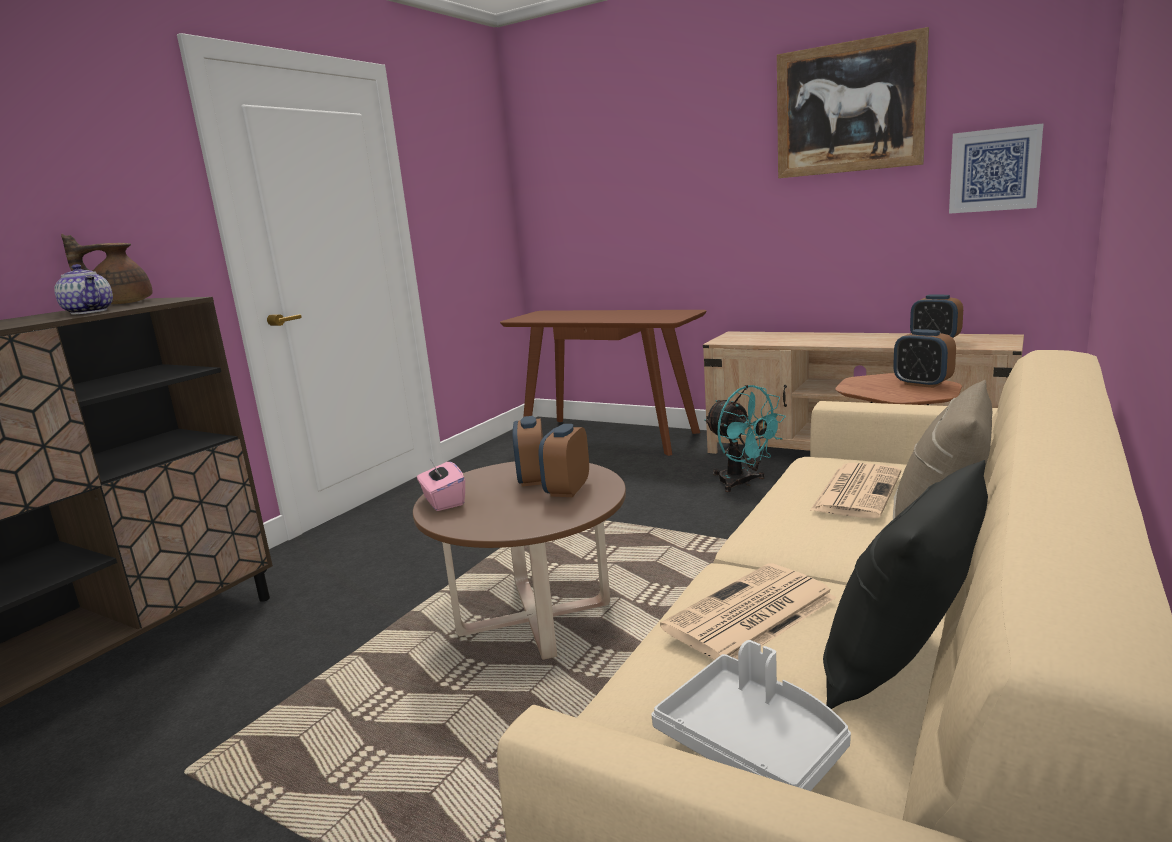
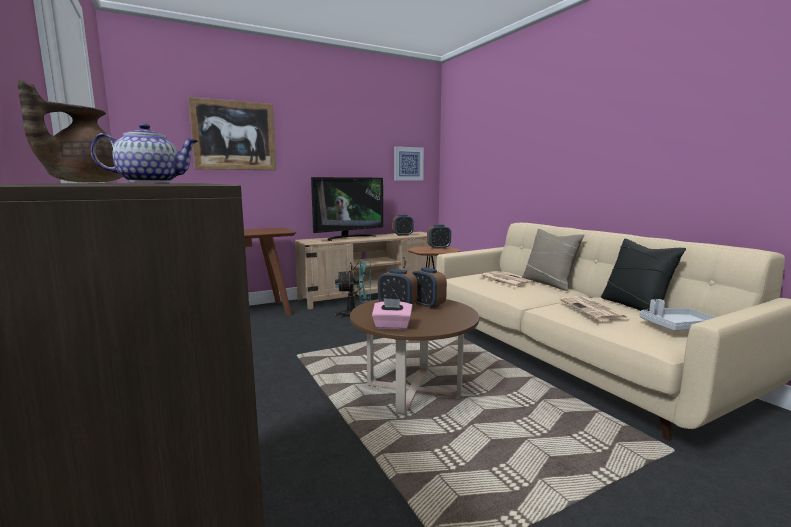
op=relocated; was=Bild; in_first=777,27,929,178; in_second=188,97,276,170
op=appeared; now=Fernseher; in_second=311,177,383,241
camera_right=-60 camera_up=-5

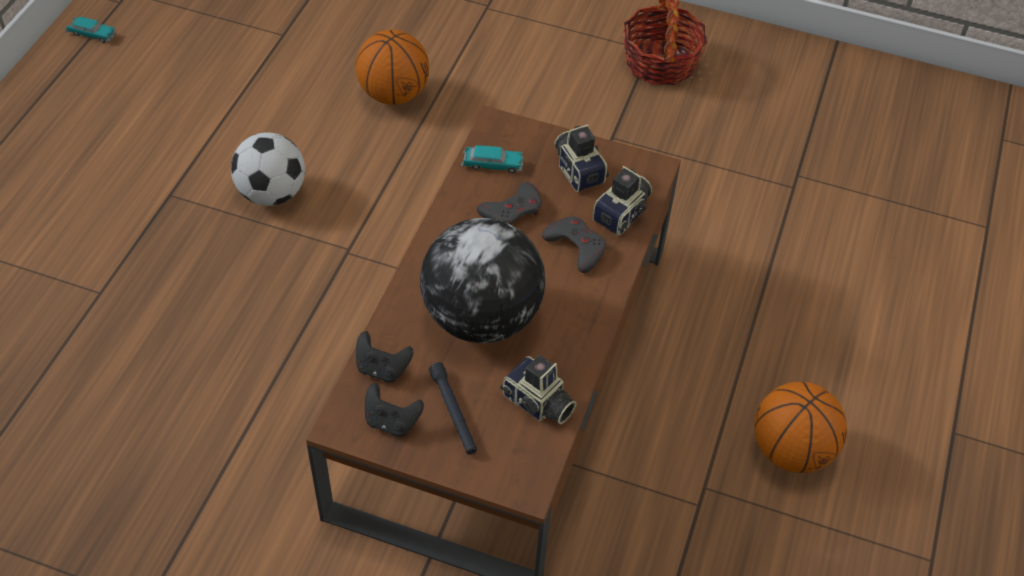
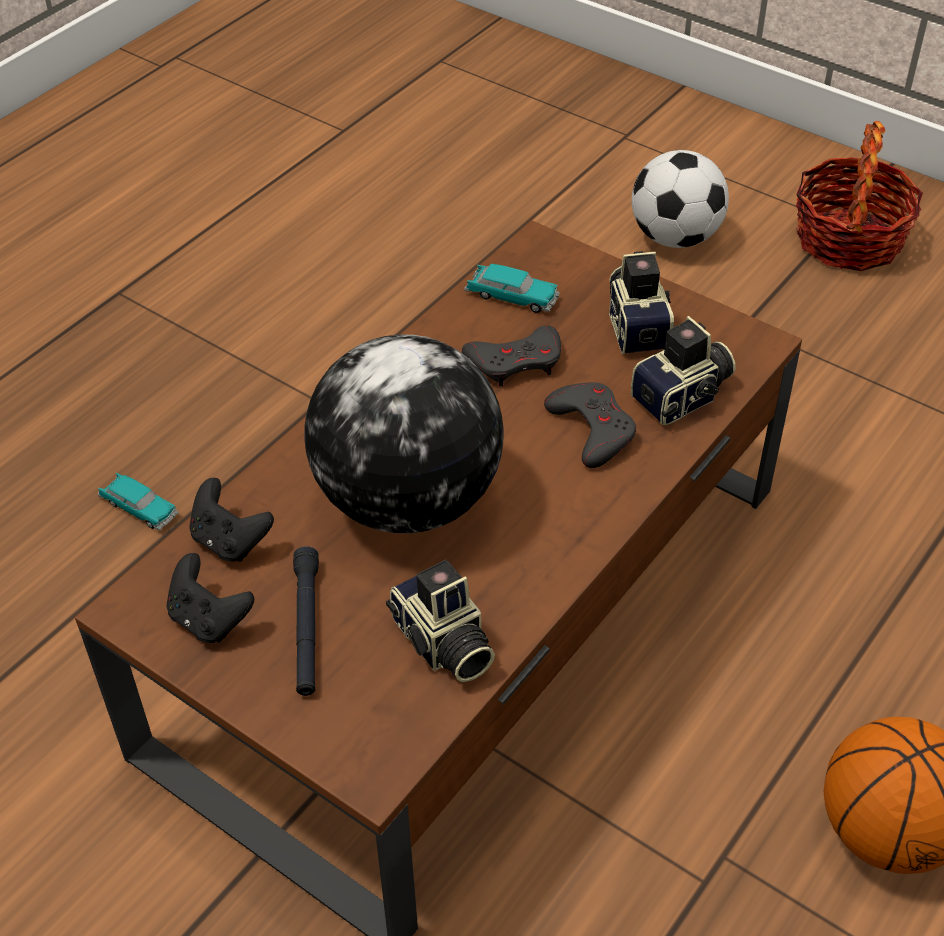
op=relocated; was=Spielzeugauto; in_first=66,17,117,43; in_second=97,473,179,530
op=missing; was=Basketball; in_first=356,30,429,105
op=relocated; was=Fußball; in_first=231,132,305,206; in_second=632,150,729,248
camera_right=20 camera_up=-5

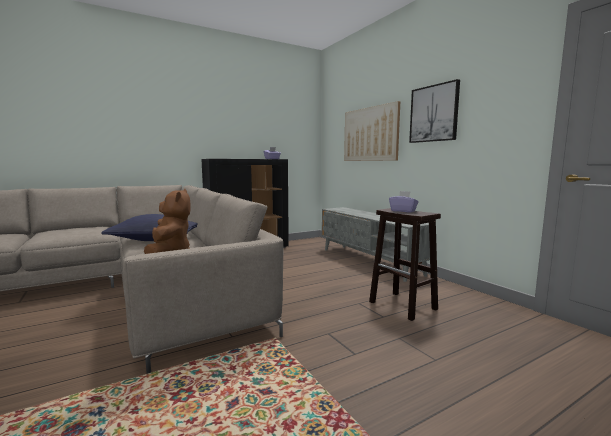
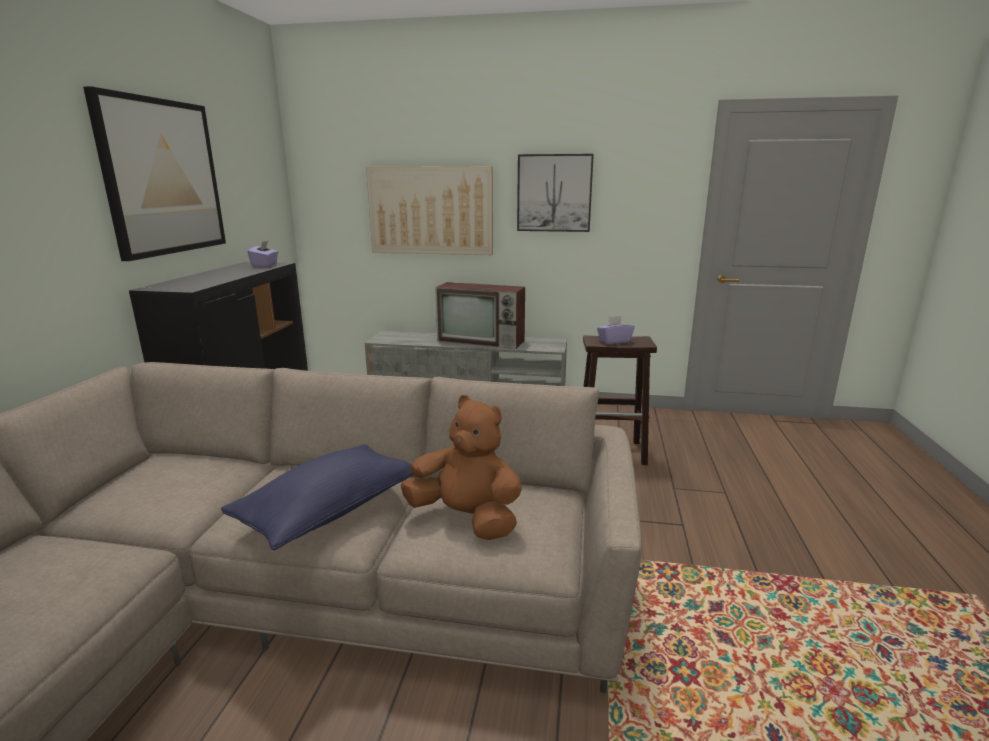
op=appeared; now=Bild; in_second=83,86,226,261
op=appeared; now=Fernseher; in_second=435,282,525,349
camera_right=-50 camera_up=10

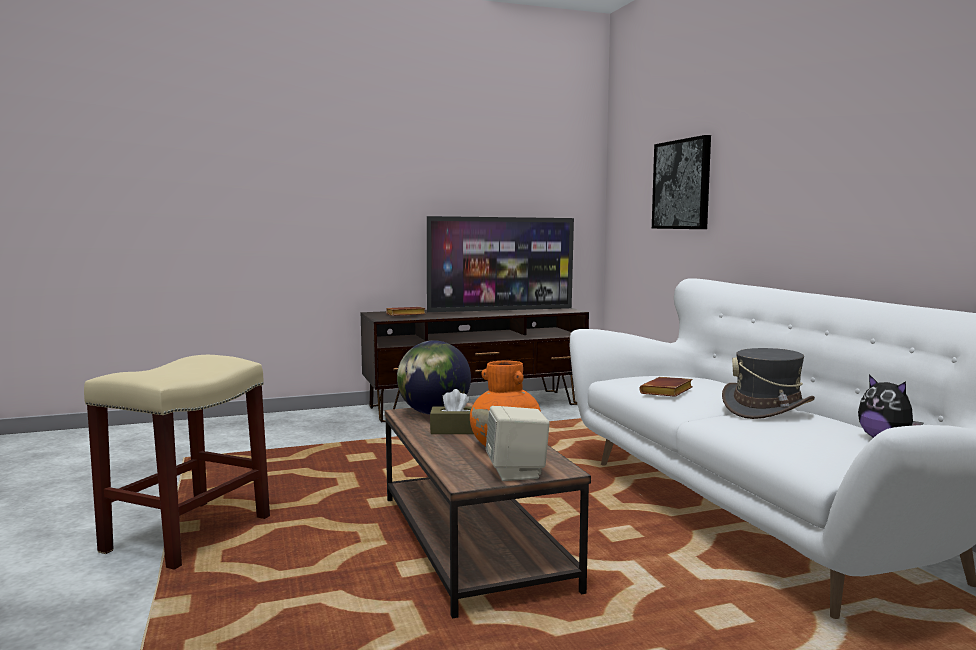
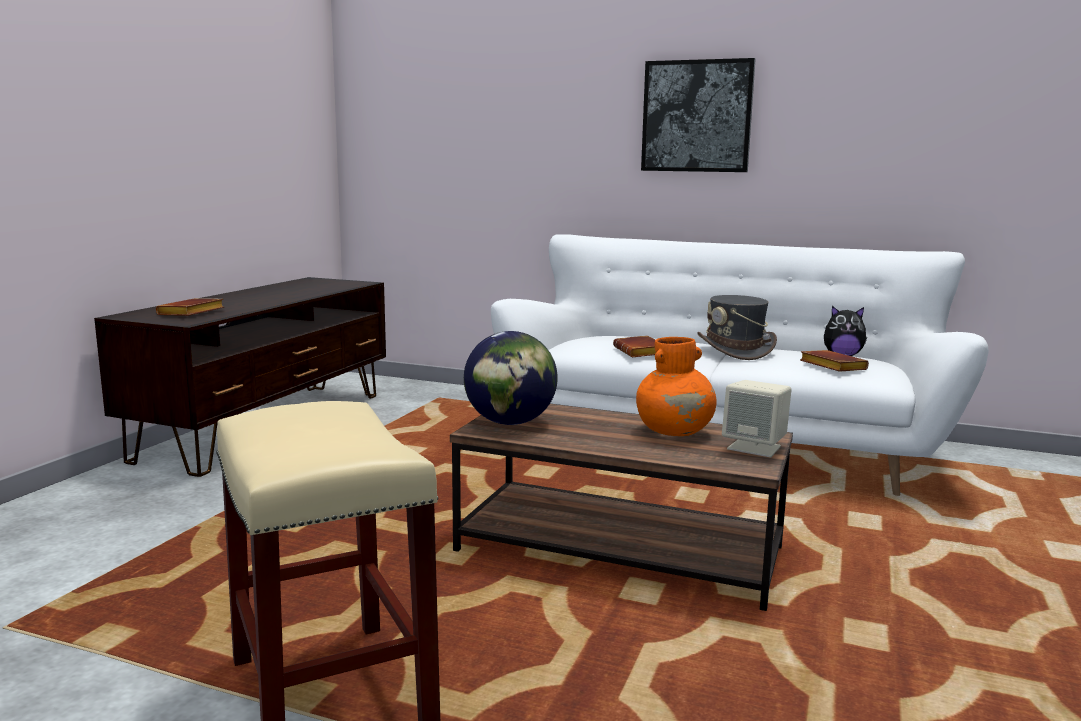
op=relocated; was=Bild; in_first=652,135,711,229; in_second=641,58,756,172
op=missing; was=Fernseher; in_first=427,216,574,312
op=missing; was=Taschentuchbox [braun]; in_first=430,389,474,434
op=appeared; now=Buch [braun]; in_second=800,350,869,372
camera_right=-50 camera_up=5

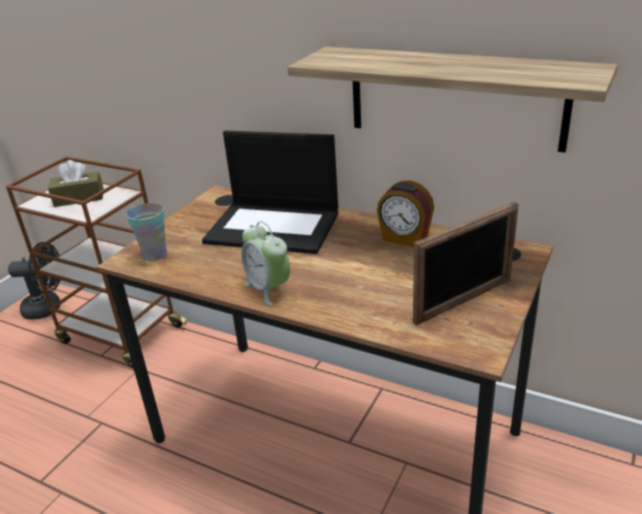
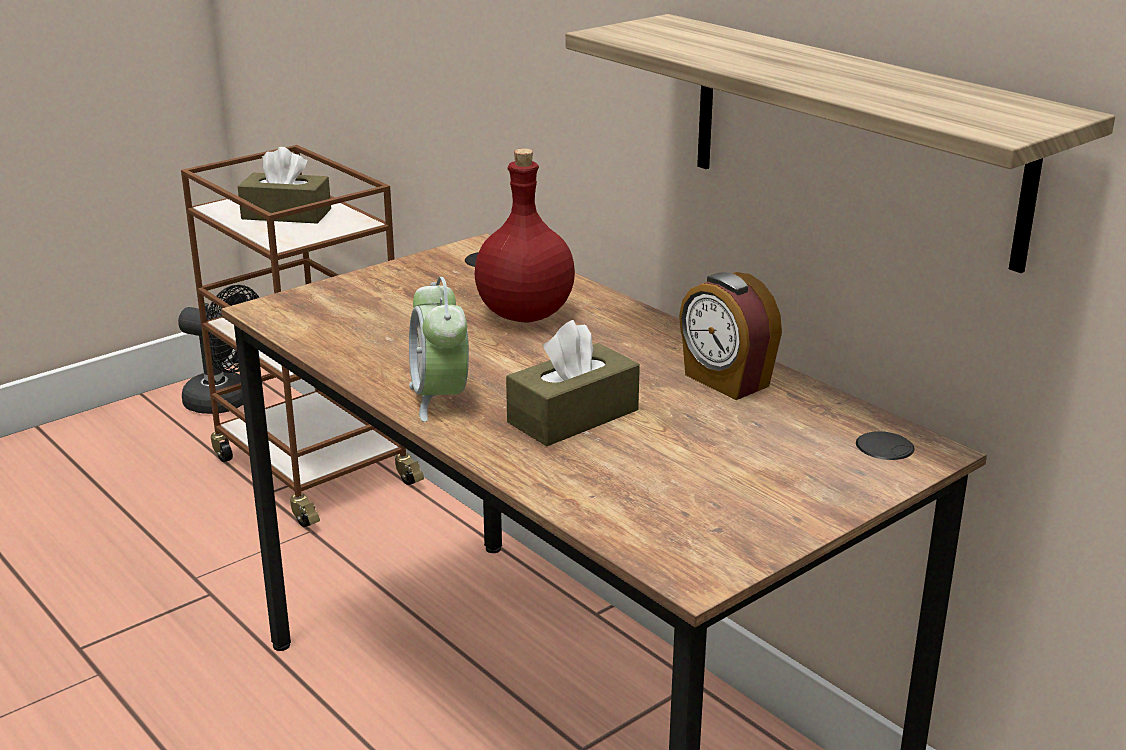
op=exchanged; was=Laptop; now=Flasche [rot]; in_first=202,130,338,254; in_second=475,148,575,323
op=missing; was=Bilderrahmen; in_first=413,202,518,325
op=missing; was=Tasse; in_first=126,203,167,261
op=appeared; now=Taschentuchbox [braun]; in_second=506,320,640,446
camera_right=20 camera_up=-5

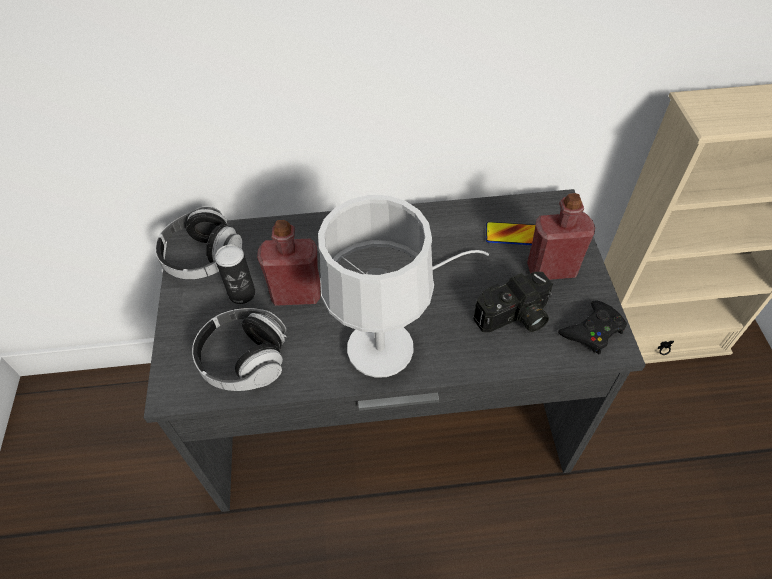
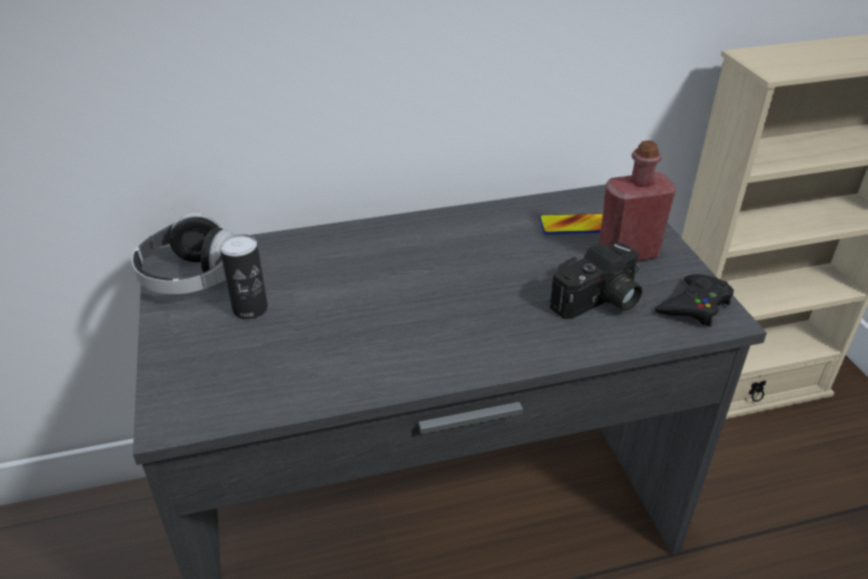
op=missing; was=Tischlampe [weiß]; in_first=318,195,489,378
op=missing; was=Flasche [rot]; in_first=257,220,321,306
op=missing; was=Kopfhörer; in_first=192,308,287,391
camera_right=-10 camera_up=-15

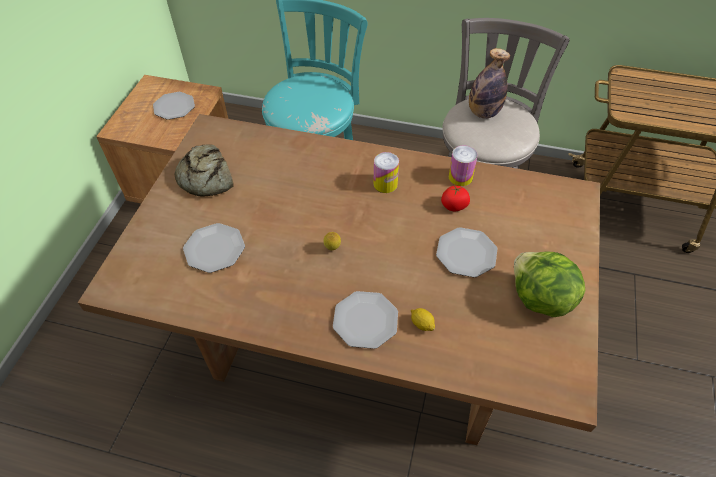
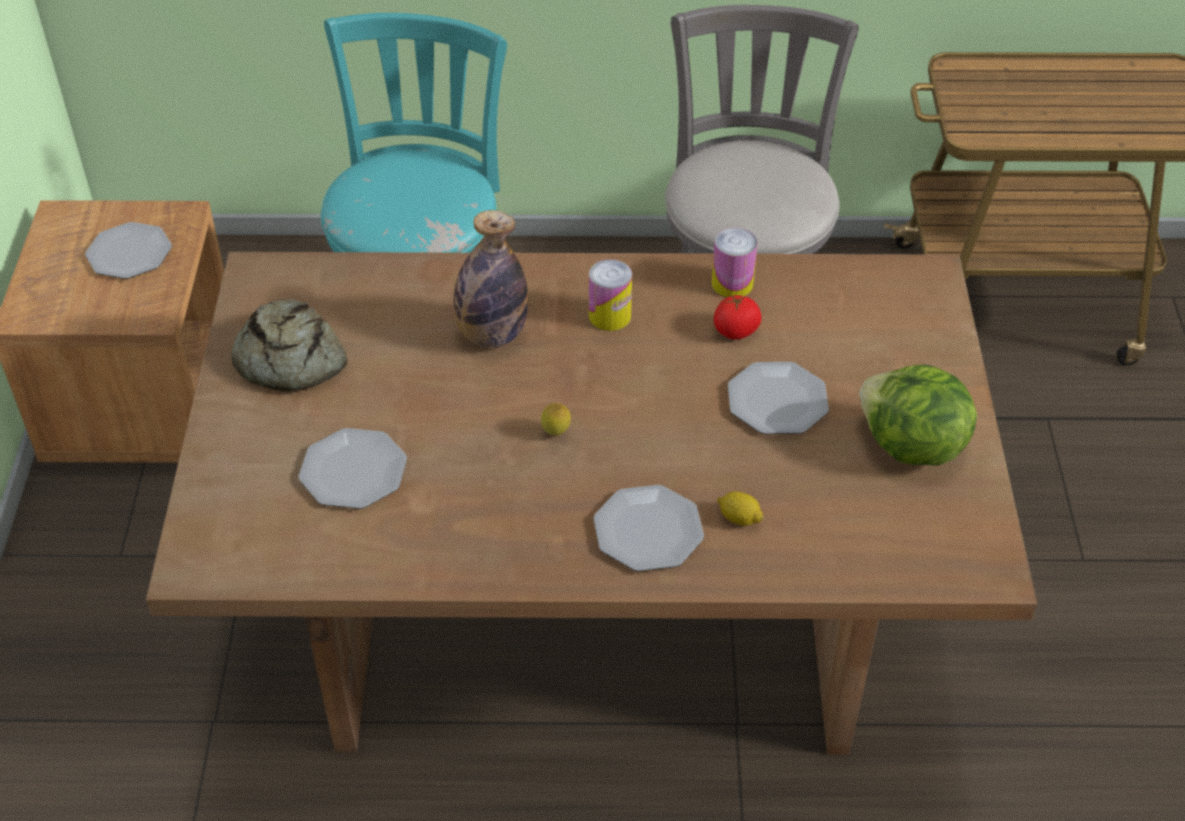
op=relocated; was=Flasche; in_first=469,48,510,119; in_second=454,210,528,348
camera_right=-15 camera_up=-5

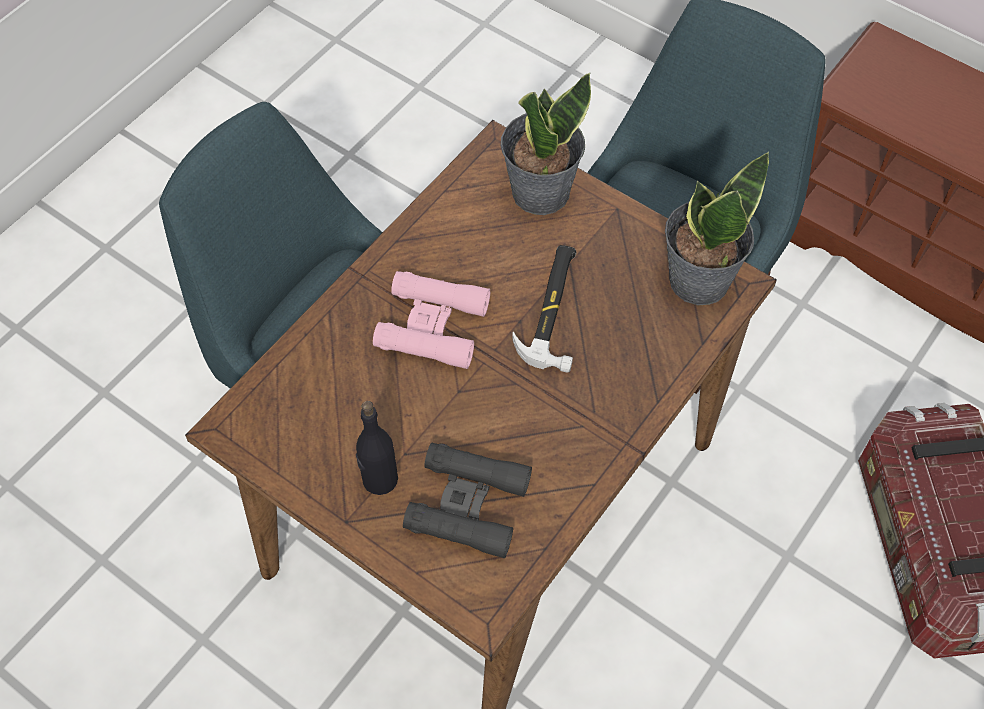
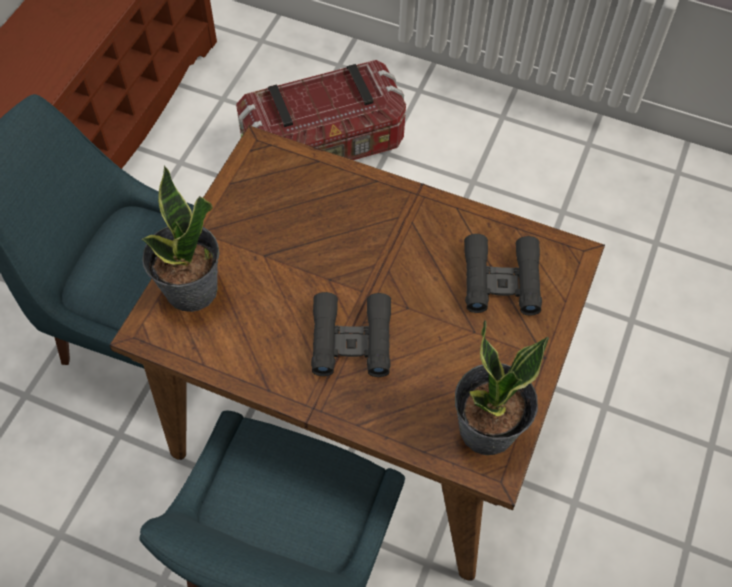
op=relocated; was=Topfpflanze; in_first=665,151,769,305; in_second=455,320,549,455
op=missing; was=Hammer; in_first=512,245,576,373
op=colour; was=Fernglas [rosa]; now=Fernglas [schwarz]; in_first=373,271,490,369; in_second=311,292,391,377
op=missing; was=Flasche [schwarz]; in_first=356,401,398,495
camera_right=-105 camera_up=0

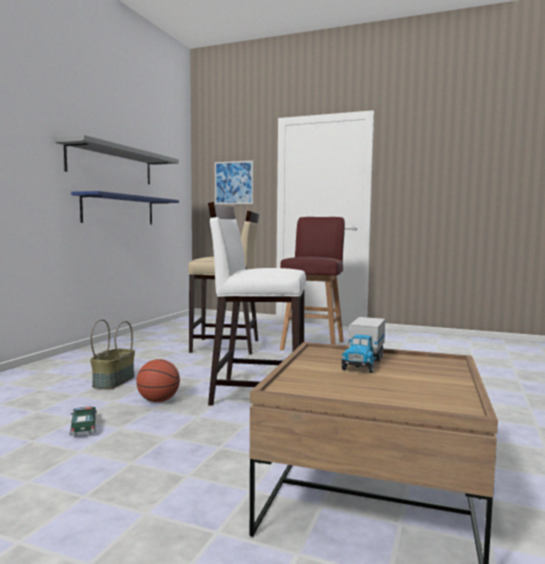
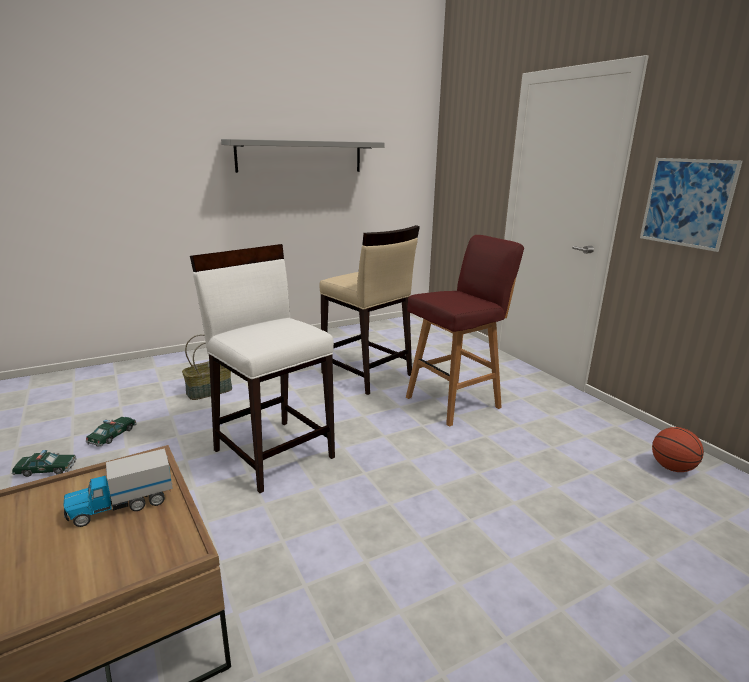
op=relocated; was=Bild; in_first=215,161,253,204; in_second=640,158,742,252
op=missing; was=Wandregal [blau]; in_first=71,191,179,225
op=relocated; was=Basketball; in_first=136,359,180,402; in_second=652,427,704,472
op=appeared; now=Spielzeugauto; in_second=12,450,77,477
camera_right=40 camera_up=15

